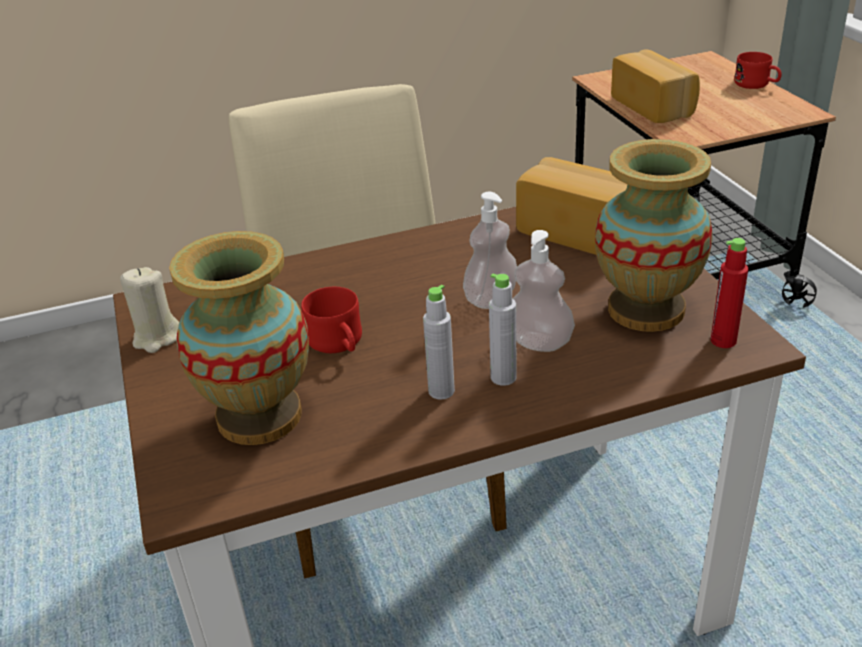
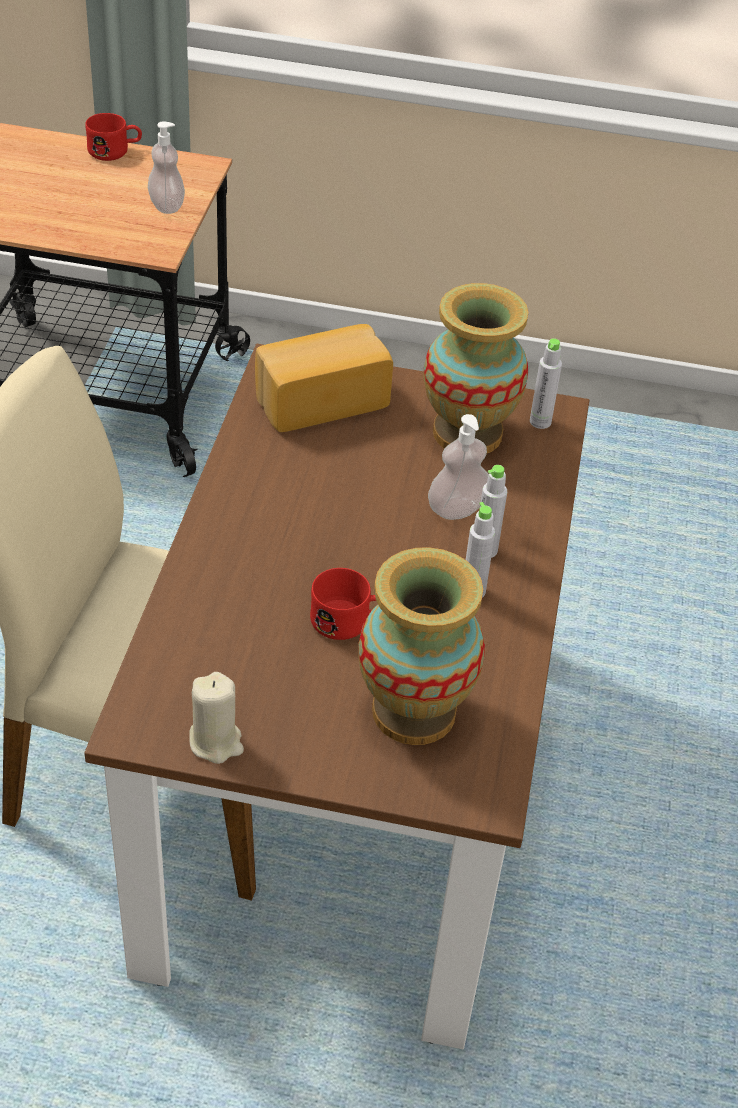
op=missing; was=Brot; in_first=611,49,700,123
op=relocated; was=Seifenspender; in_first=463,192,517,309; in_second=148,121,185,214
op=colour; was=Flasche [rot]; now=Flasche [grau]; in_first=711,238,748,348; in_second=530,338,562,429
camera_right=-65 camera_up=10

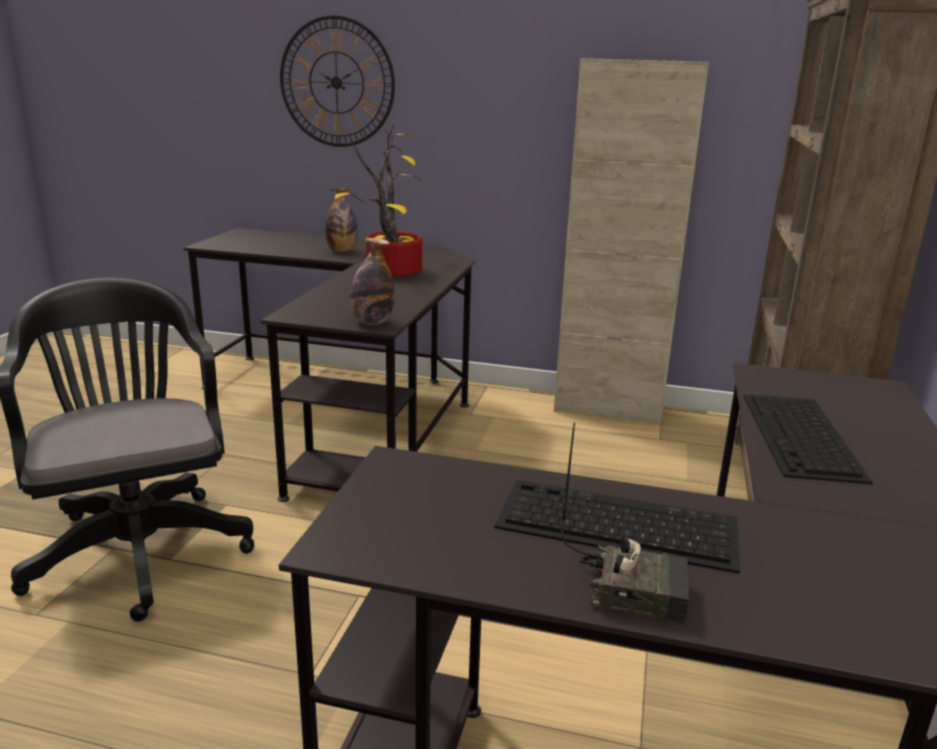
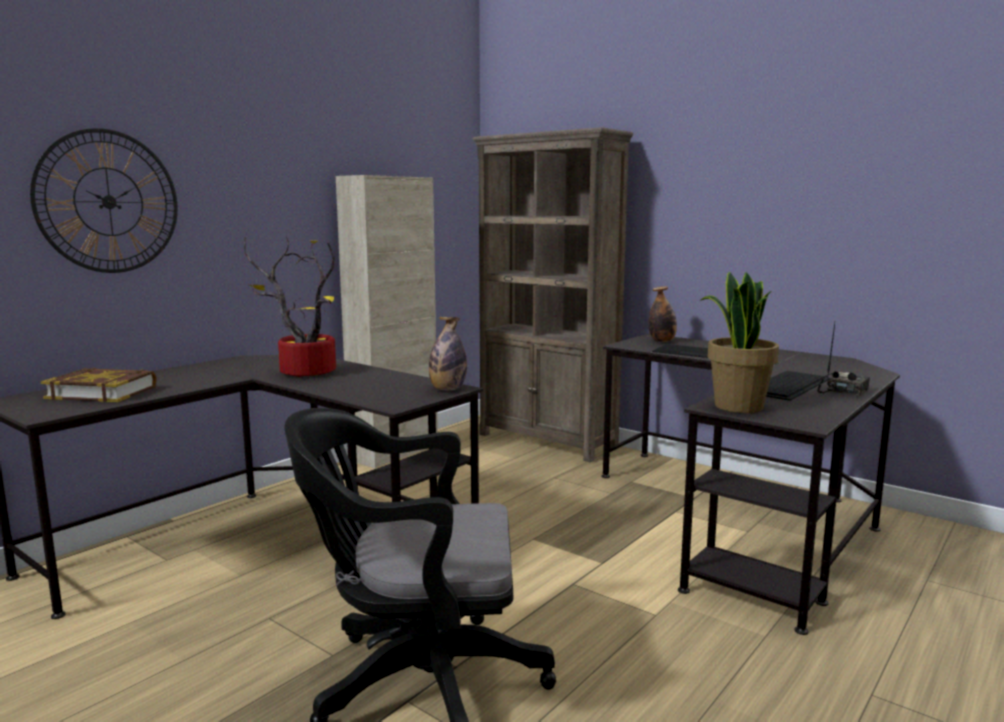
op=relocated; was=Flasche; in_first=325,188,358,252; in_second=649,286,677,342
op=appeared; now=Topfpflanze; in_second=701,272,779,413
op=appeared; now=Buch; in_second=41,368,157,402
camera_right=-65 camera_up=-10

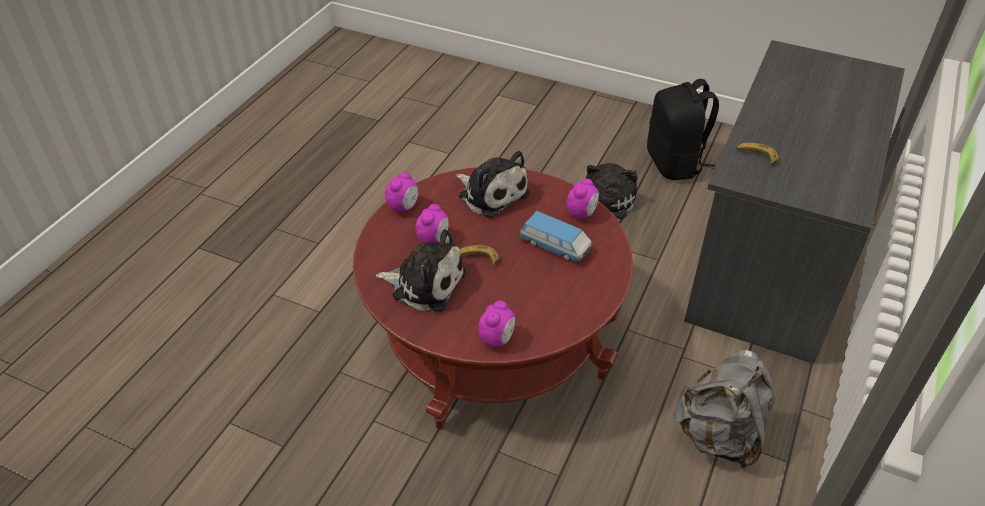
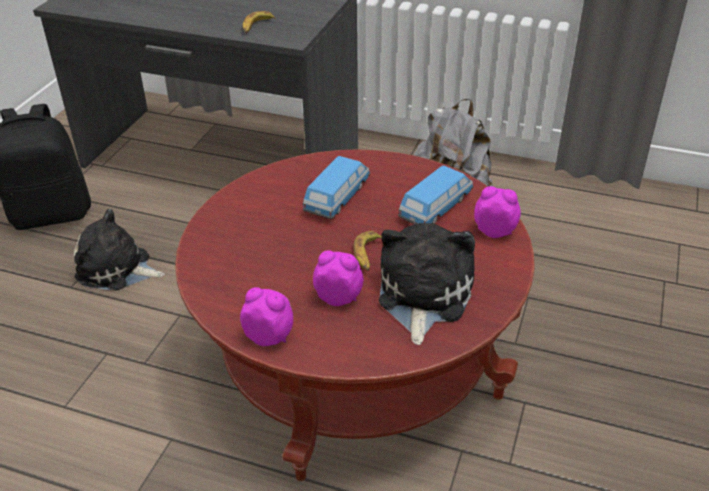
op=missing; was=Plüschtier; in_first=456,151,530,218
op=missing; was=Wecker; in_first=566,179,599,221
op=appeared; now=Spielzeugauto; in_second=398,166,474,224
camera_right=-95 camera_up=-5

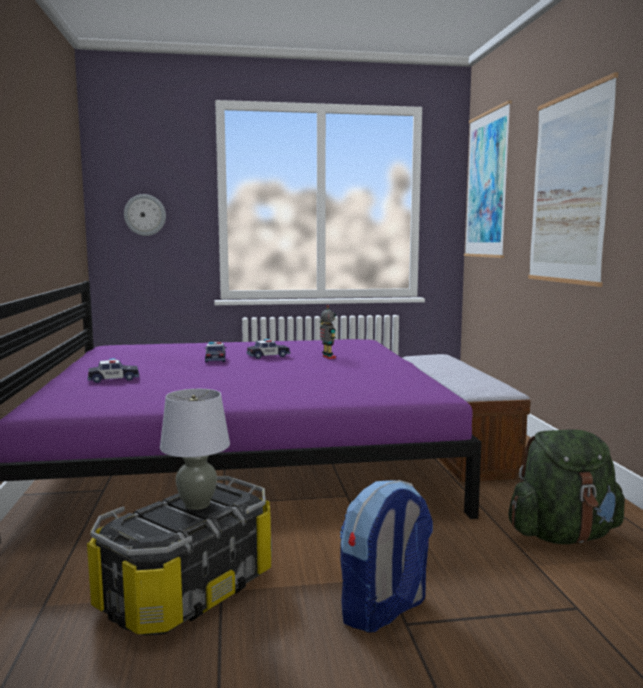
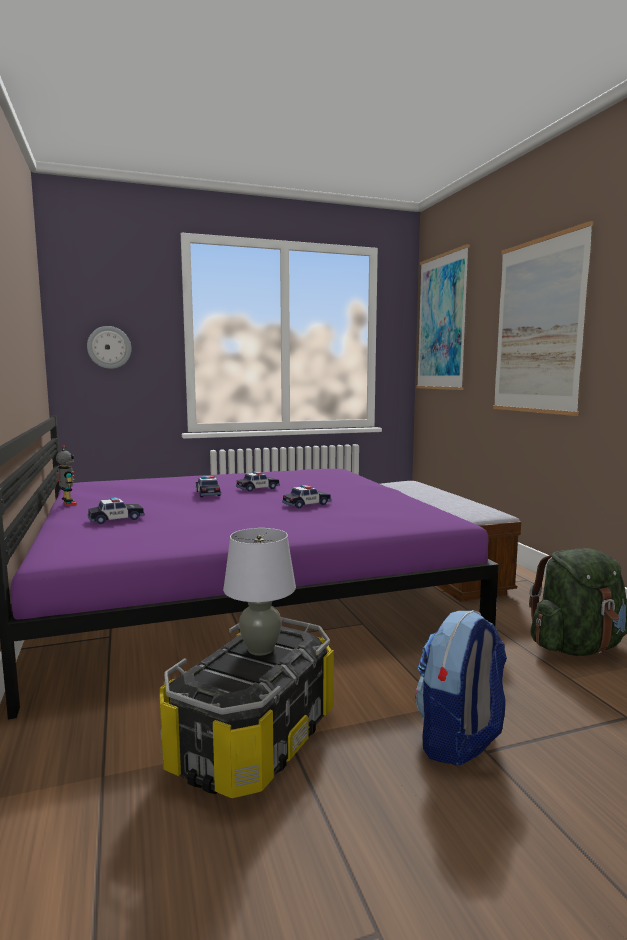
op=relocated; was=Spielzeugroboter; in_first=319,305,336,359; in_second=56,445,77,506
op=appeared; now=Spielzeugauto; in_second=282,485,332,508
camera_right=-10 camera_up=0

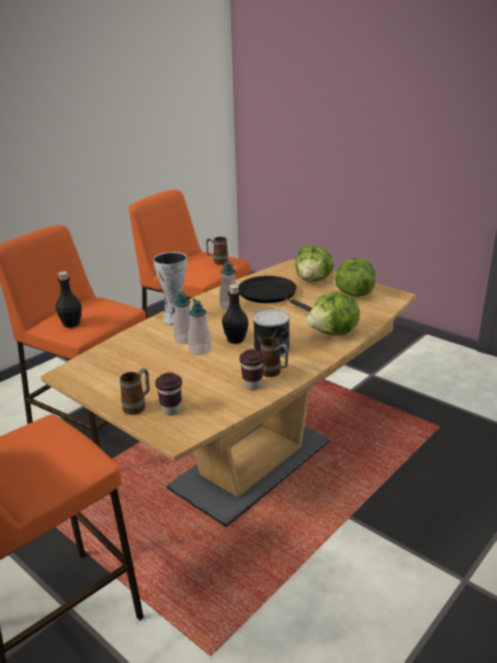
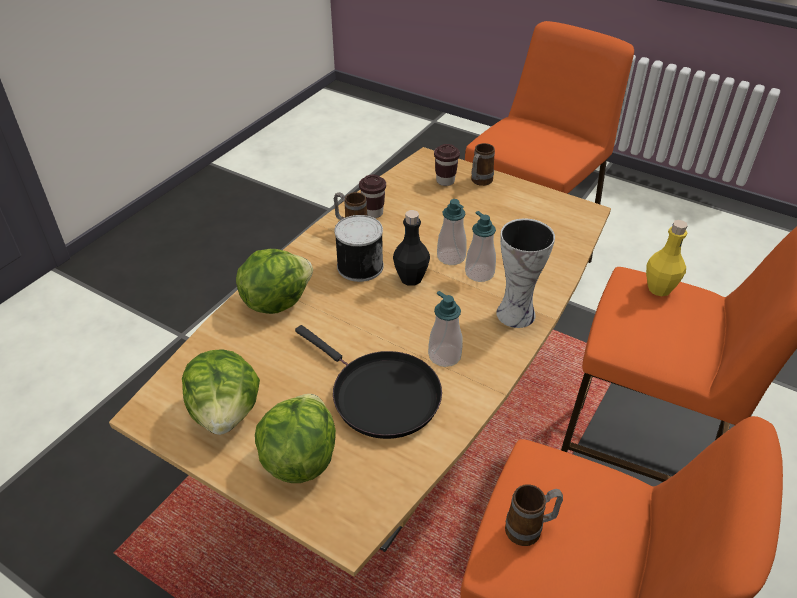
op=colour; was=Flasche [schwarz]; now=Flasche [gelb]; in_first=56,271,82,328; in_second=646,220,688,296
camera_right=170 camera_up=15

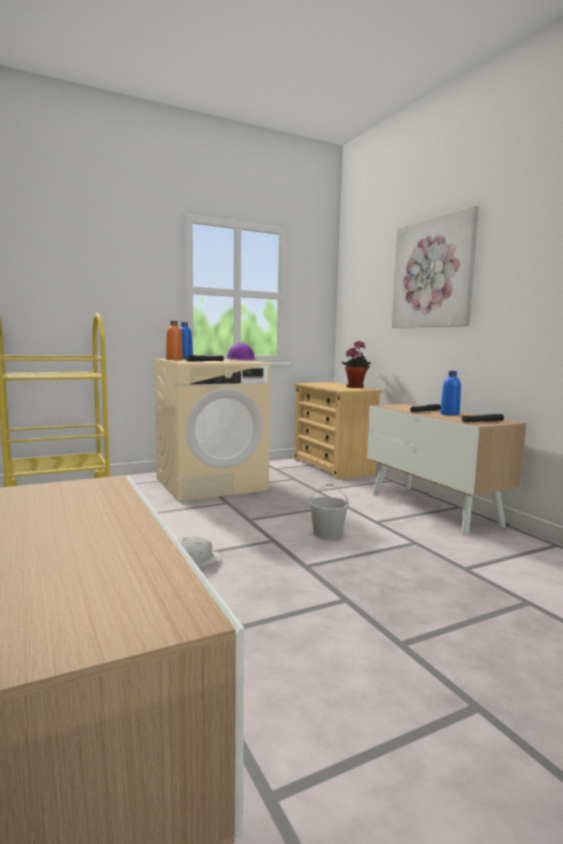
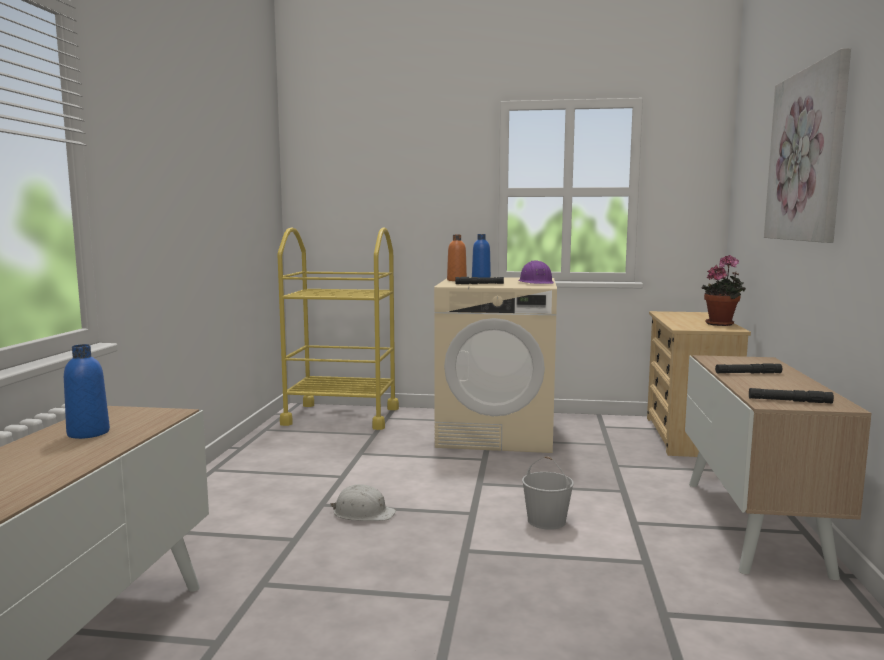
op=relocated; was=Flasche [blau]; in_first=440,371,461,416; in_second=64,344,110,439
camera_right=35 camera_up=0

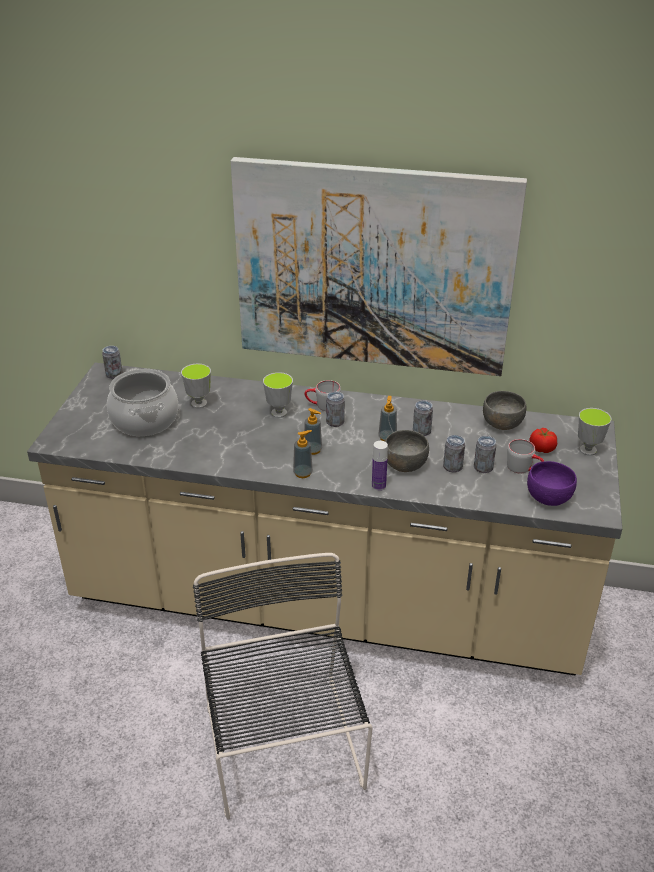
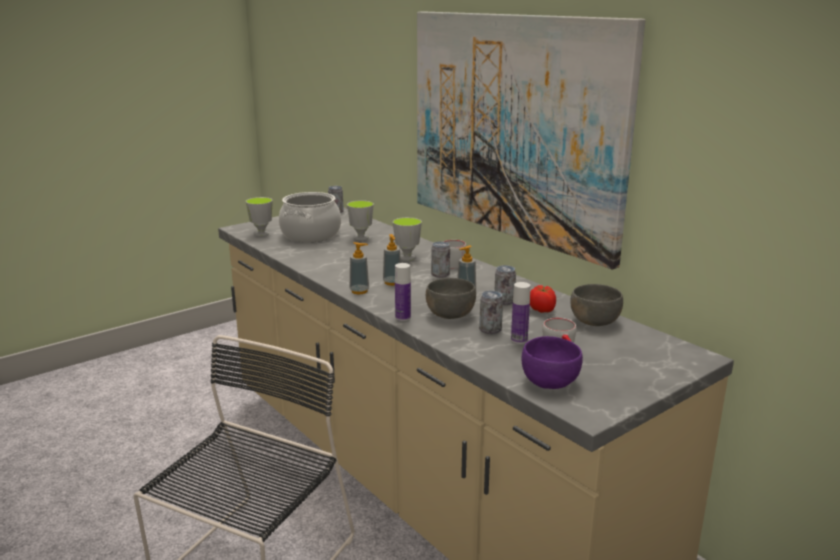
op=relocated; was=Tasse; in_first=578,408,612,456; in_second=246,197,273,236
op=relocated; was=Tomate; in_first=530,428,558,453; in_second=530,285,556,313
op=exchanged; was=Dose; now=Flasche; in_first=474,436,496,473; in_second=511,282,530,344
camera_right=40 camera_up=-15

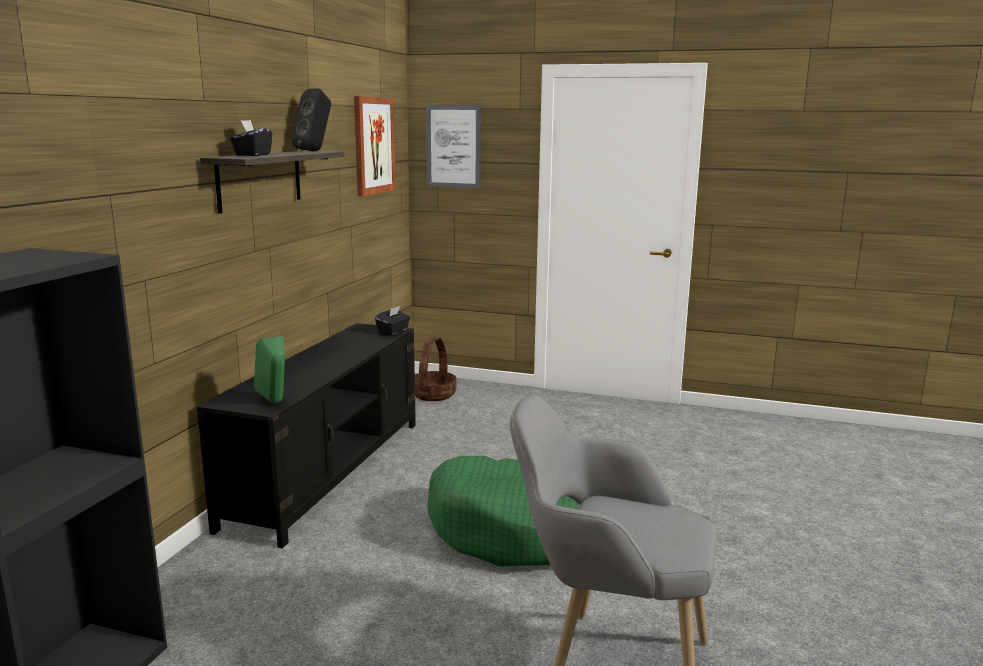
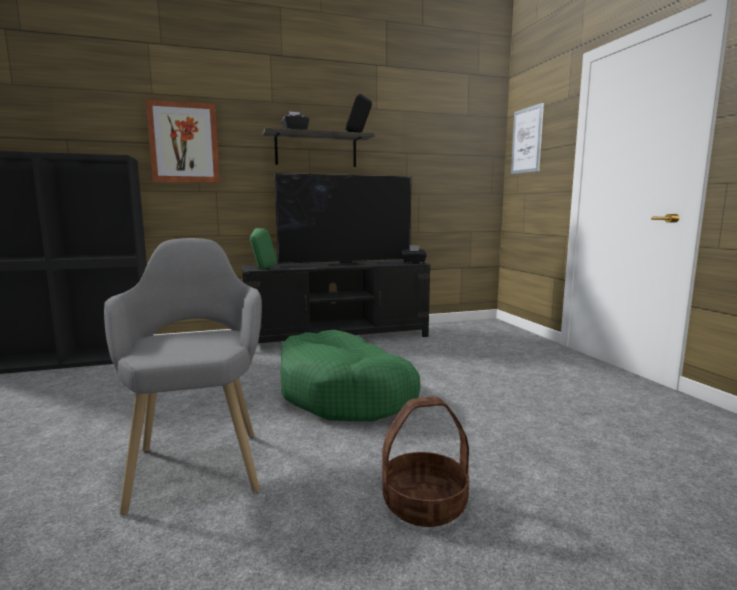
op=relocated; was=Bild; in_first=354,96,396,197; in_second=146,99,220,183
op=relocated; was=Korb; in_first=415,336,457,401; in_second=382,397,469,527
op=appeared; now=Fernseher; in_second=274,173,412,266
camera_right=55 camera_up=-5

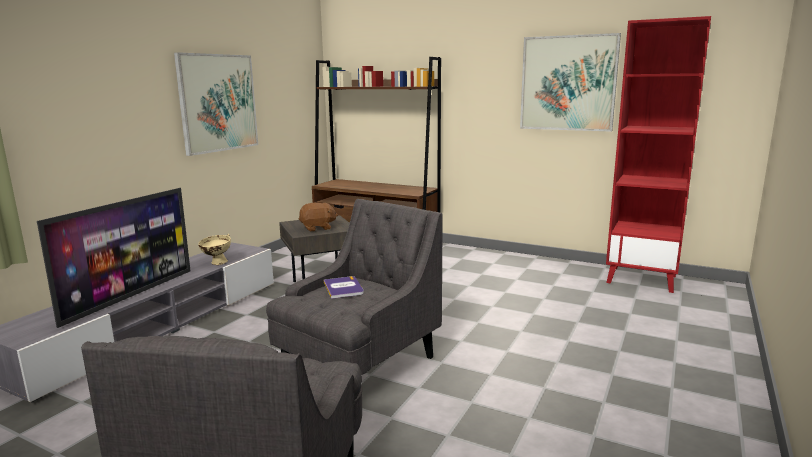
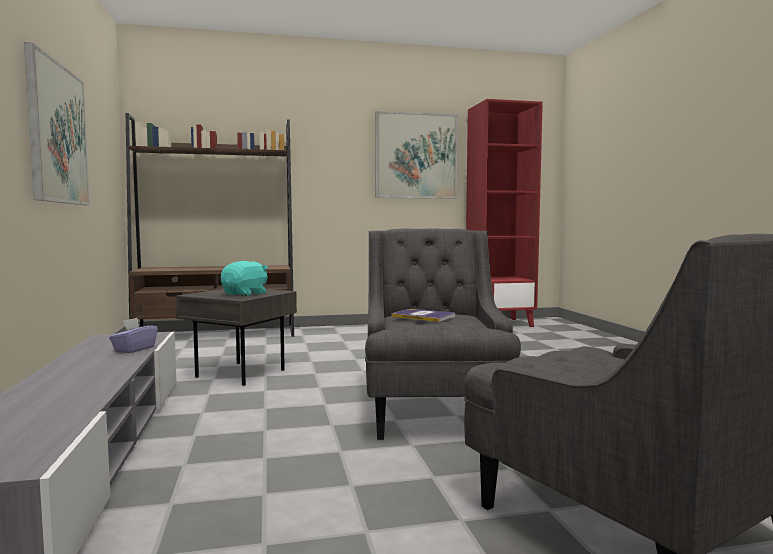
op=missing; was=Fernseher; in_first=37,188,190,328
op=colour; was=Plüschtier [braun]; now=Plüschtier [türkis]; in_first=299,203,338,231; in_second=221,261,268,296
op=exchanged; was=Schüssel [beige]; now=Taschentuchbox [lila]; in_first=198,234,231,265; in_second=109,318,158,353
camera_right=-40 camera_up=-10

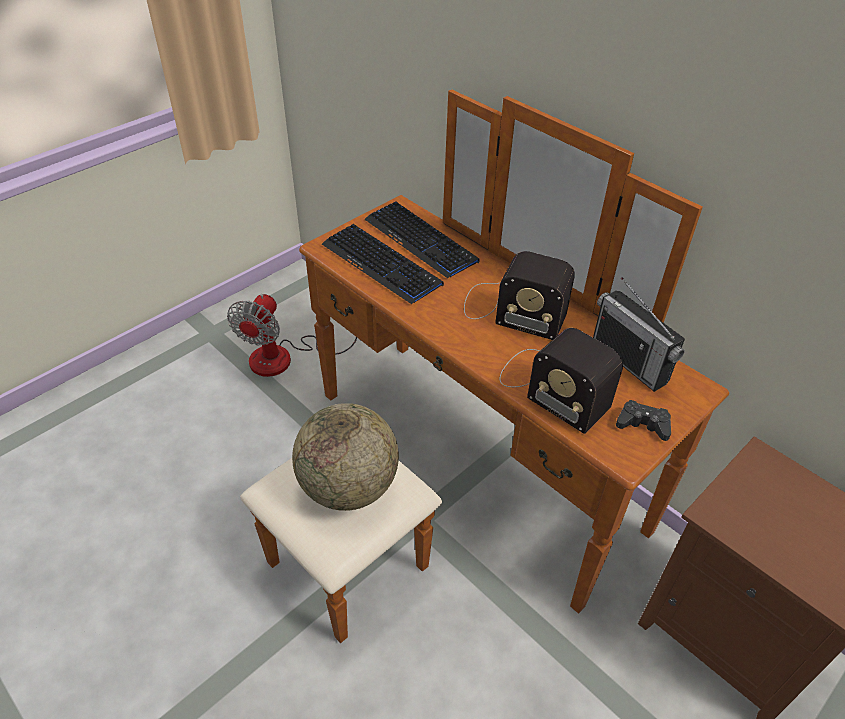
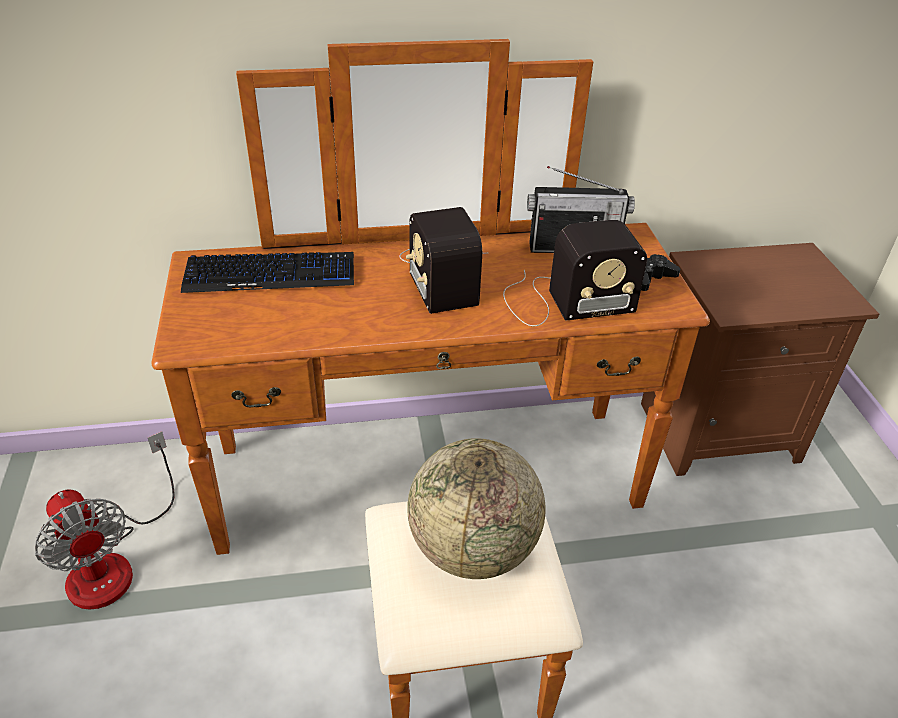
op=missing; was=Tastatur; in_first=322,224,444,304
op=spun; was=Radio; in_first=464,251,575,340; in_second=399,207,488,314; clockwise=105
camera_right=-55 camera_up=-5

